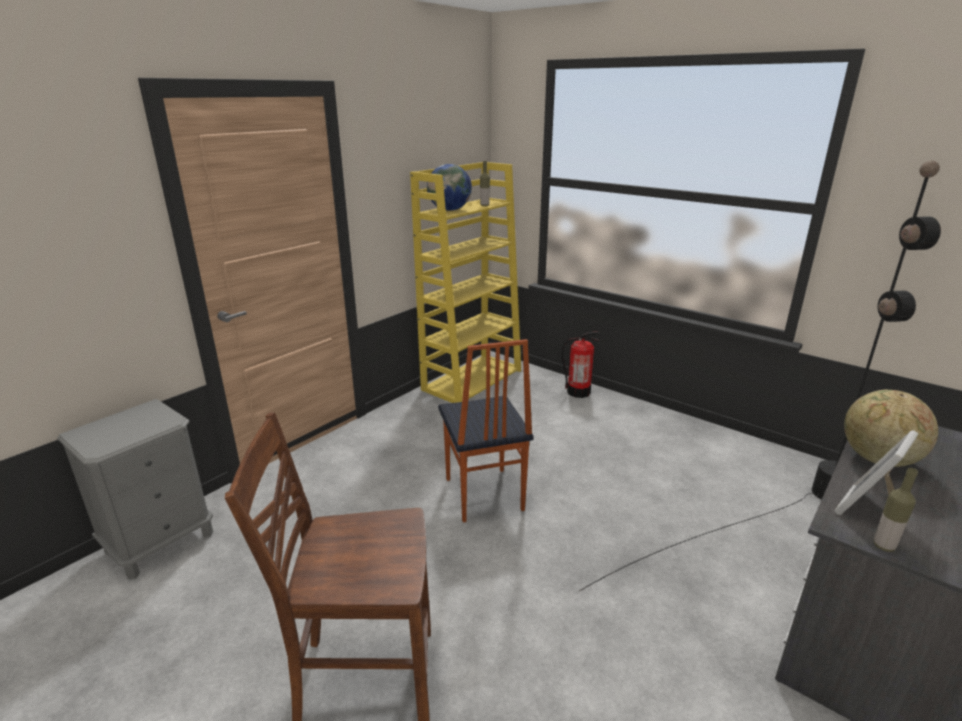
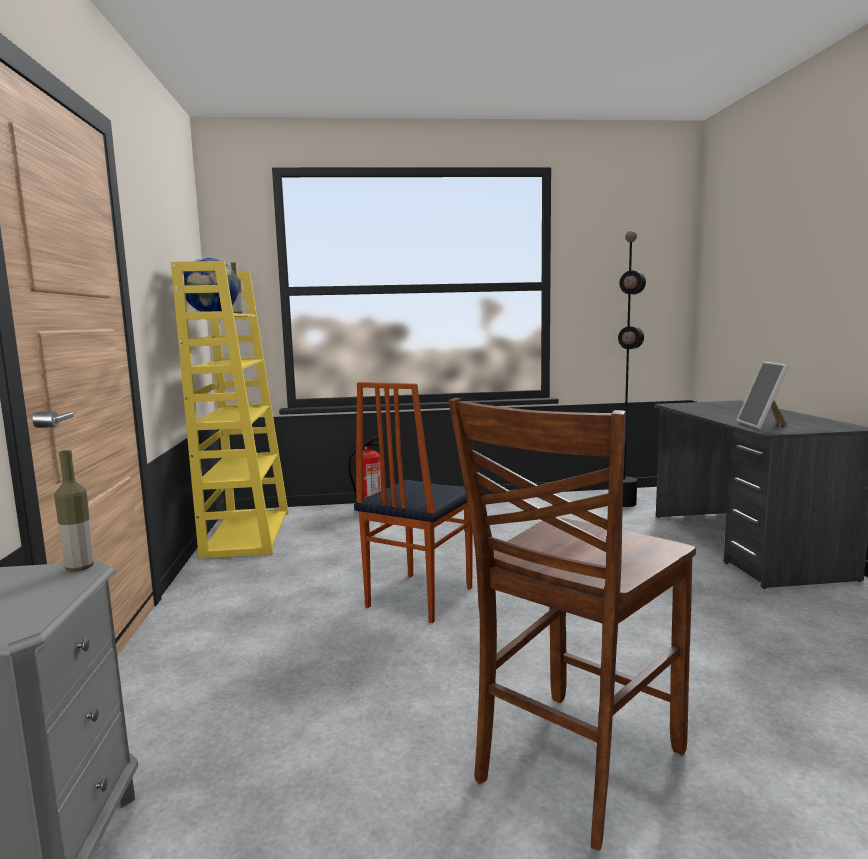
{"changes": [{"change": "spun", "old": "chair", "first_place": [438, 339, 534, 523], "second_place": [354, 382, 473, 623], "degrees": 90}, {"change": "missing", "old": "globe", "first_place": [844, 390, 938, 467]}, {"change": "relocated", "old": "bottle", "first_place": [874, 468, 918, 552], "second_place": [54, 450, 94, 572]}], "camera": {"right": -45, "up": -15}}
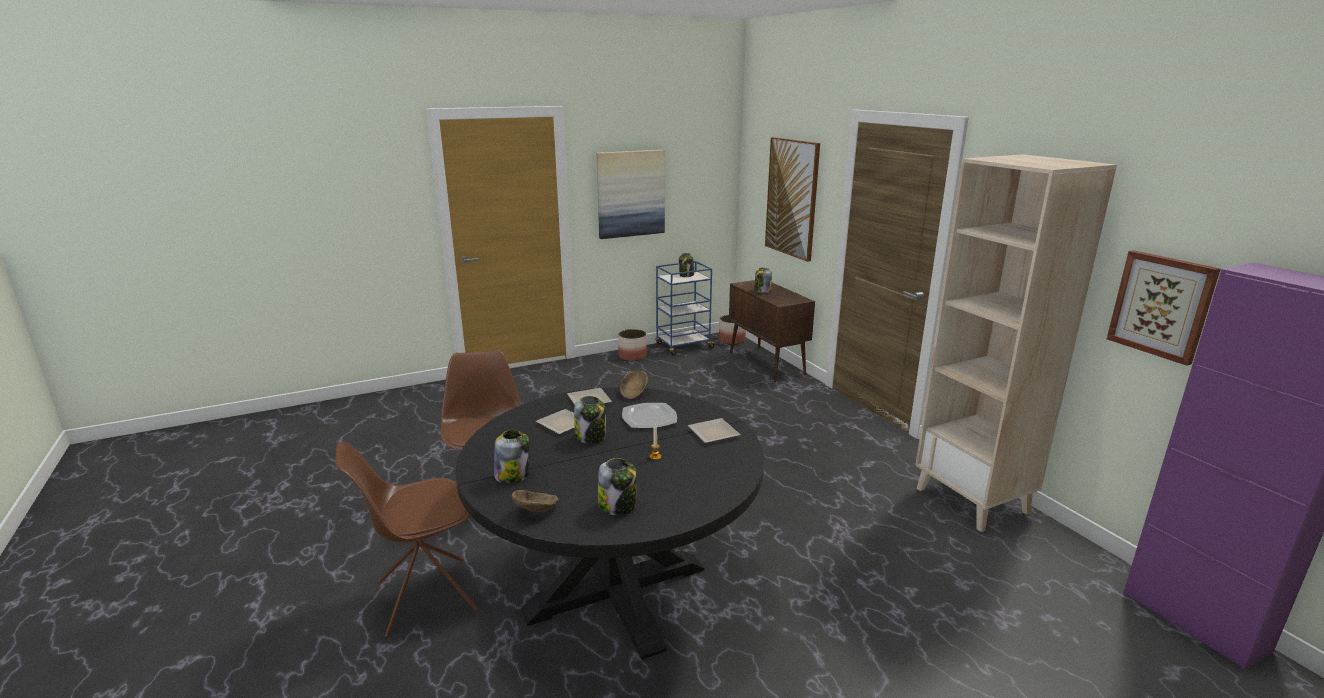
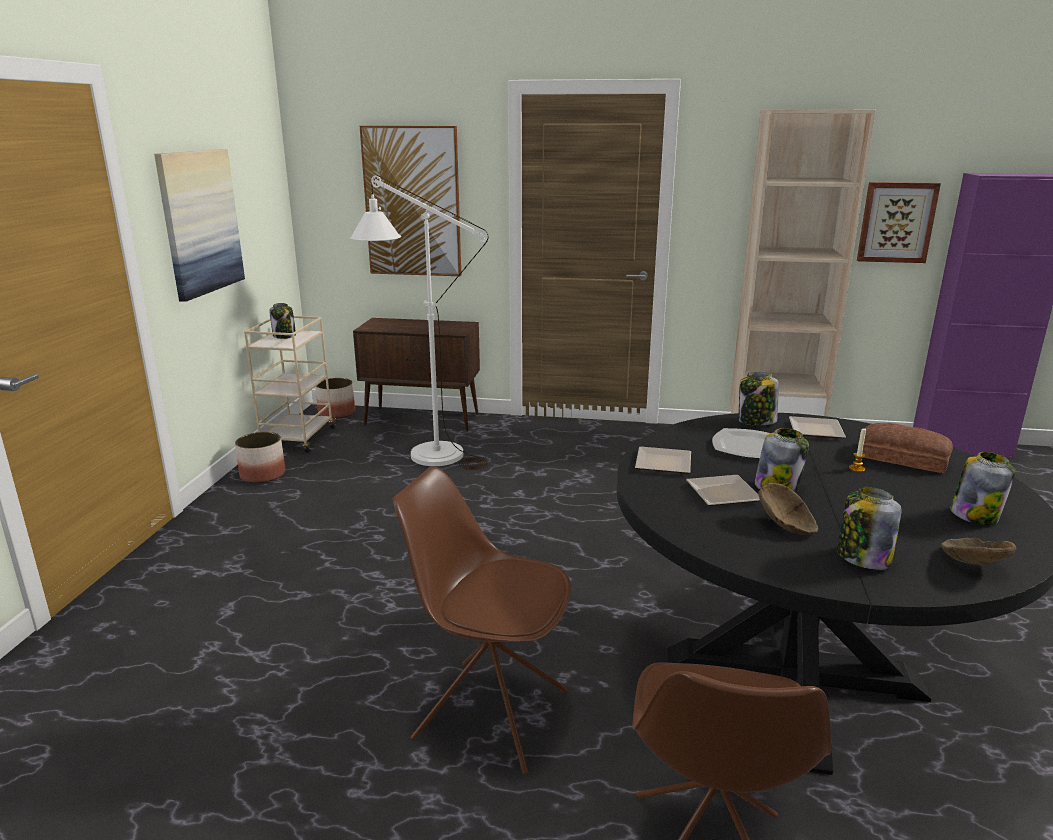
{"changes": [{"change": "colour", "old": "blue cart", "new": "beige cart", "first_place": [655, 261, 716, 355], "second_place": [244, 316, 337, 453]}, {"change": "relocated", "old": "jar", "first_place": [755, 268, 772, 293], "second_place": [739, 372, 779, 426]}, {"change": "relocated", "old": "brown bowl", "first_place": [620, 370, 648, 400], "second_place": [758, 483, 818, 535]}, {"change": "appeared", "new": "white floor lamp", "second_place": [350, 175, 489, 470]}, {"change": "appeared", "new": "bread", "second_place": [862, 423, 953, 473]}], "camera": {"right": -55, "up": 0}}
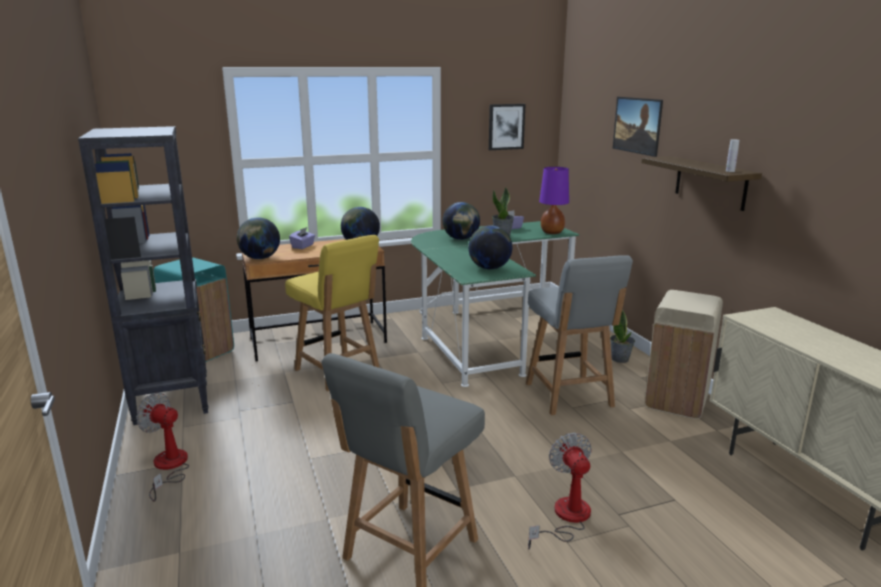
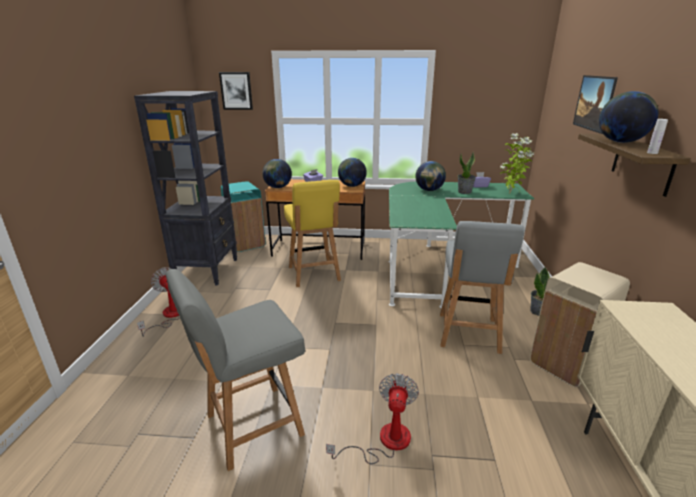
{"changes": [{"change": "relocated", "old": "picture", "first_place": [489, 104, 526, 150], "second_place": [219, 72, 253, 110]}, {"change": "exchanged", "old": "purple table lamp", "new": "potted plant", "first_place": [539, 167, 569, 234], "second_place": [500, 133, 534, 194]}, {"change": "relocated", "old": "globe", "first_place": [468, 225, 512, 269], "second_place": [599, 91, 658, 143]}], "camera": {"right": 25, "up": 5}}
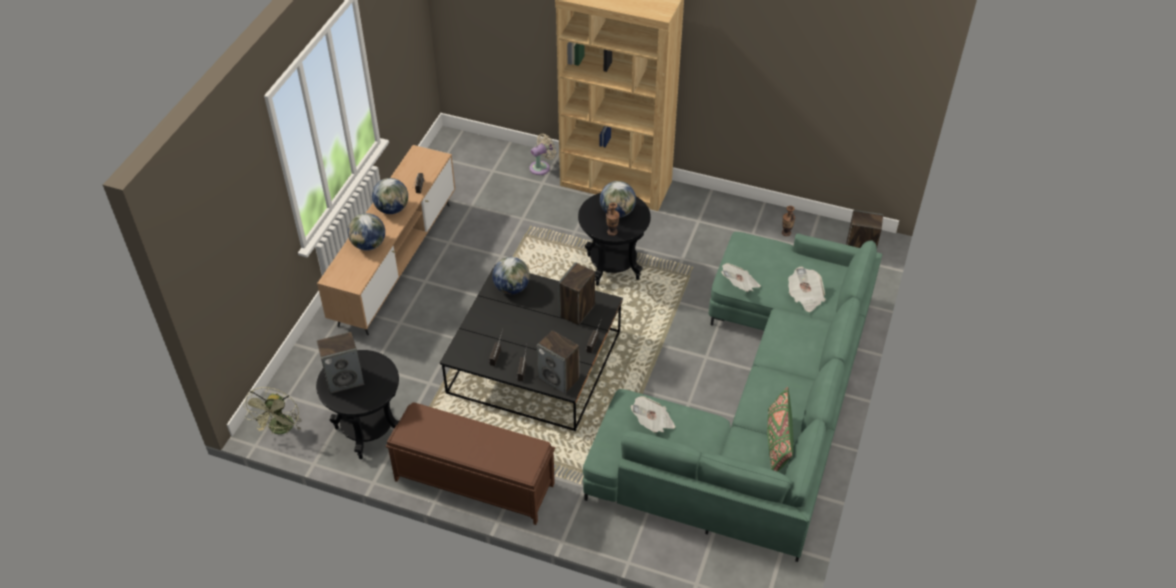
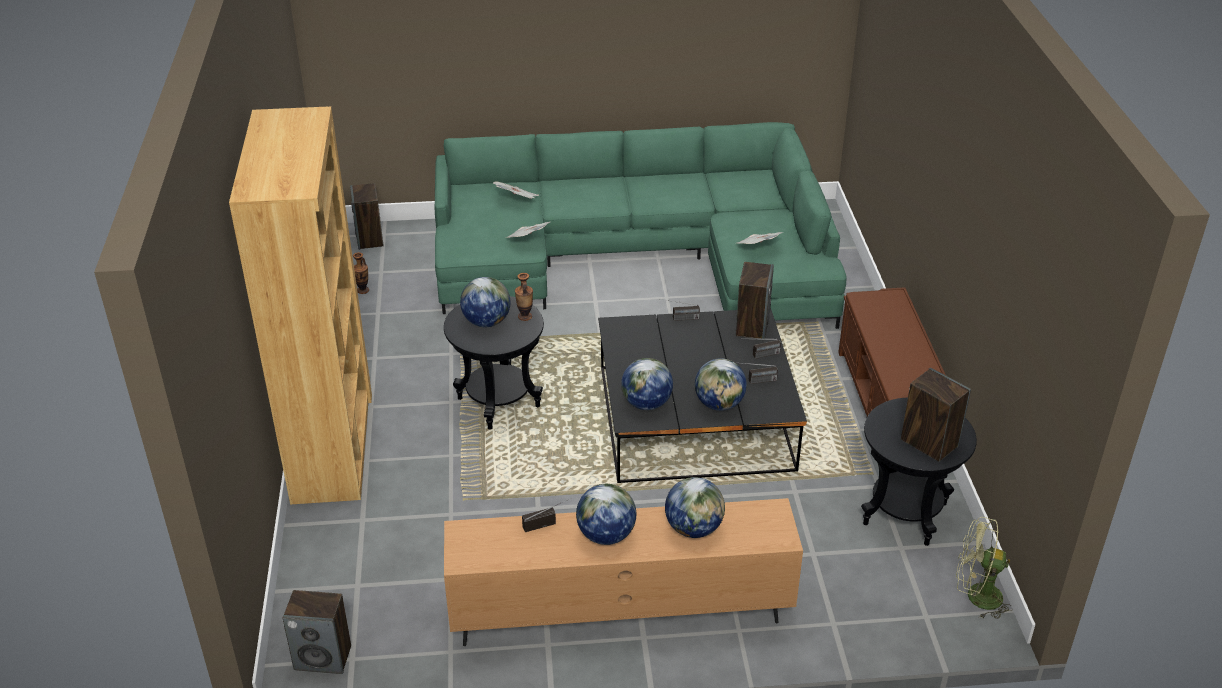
{"changes": [{"change": "missing", "old": "beige fan", "first_place": [530, 134, 556, 175]}, {"change": "relocated", "old": "speaker", "first_place": [558, 262, 595, 325], "second_place": [282, 590, 351, 674]}, {"change": "spun", "old": "green fan", "first_place": [243, 387, 302, 434], "second_place": [956, 517, 1013, 619], "degrees": -150}, {"change": "missing", "old": "green pillow", "first_place": [767, 387, 794, 472]}, {"change": "appeared", "new": "globe", "second_place": [695, 358, 747, 411]}], "camera": {"right": -115, "up": -10}}
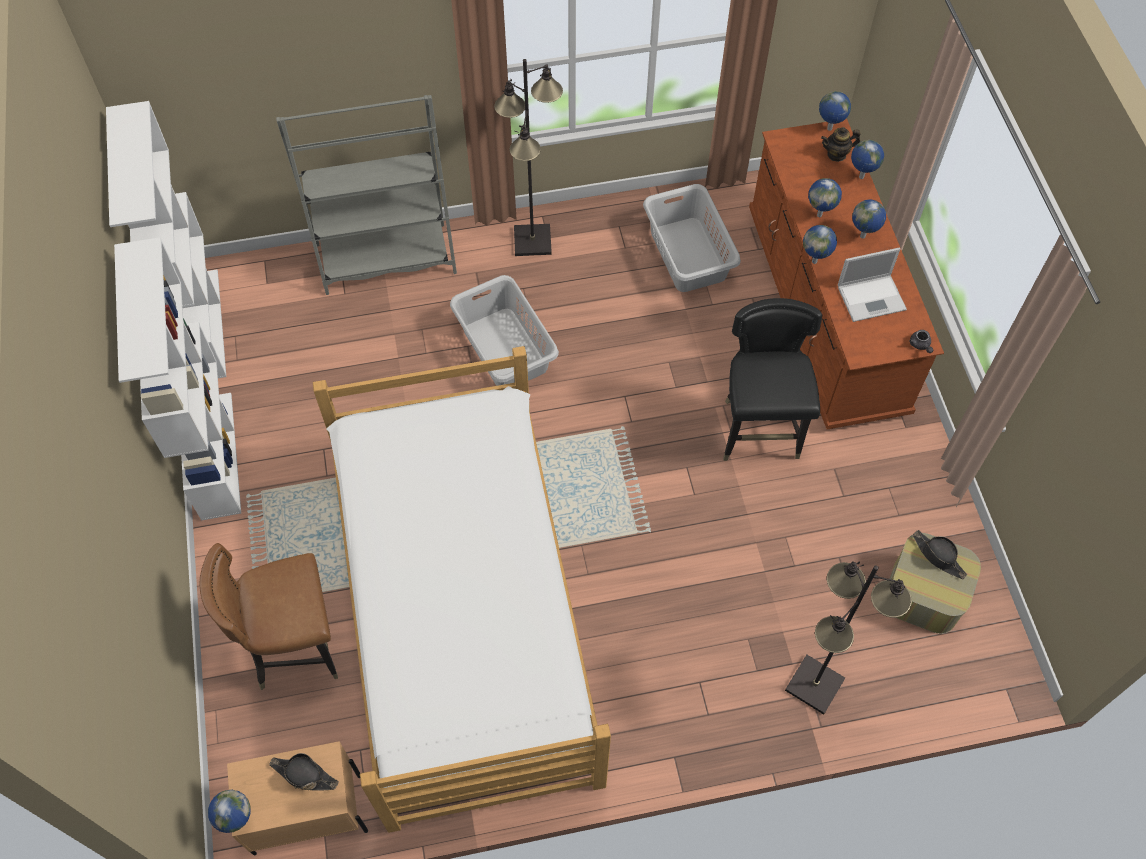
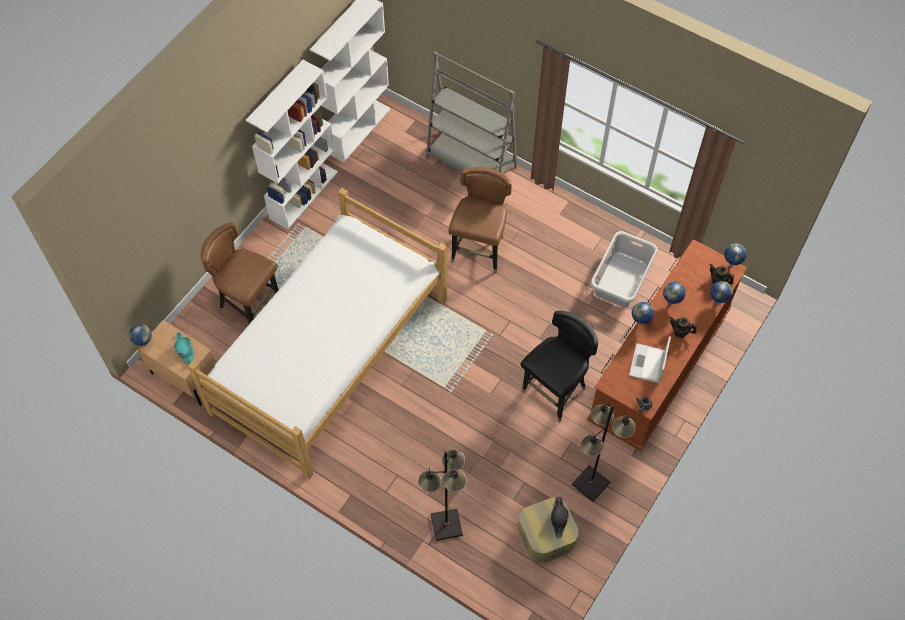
{"changes": [{"change": "relocated", "old": "black floor lamp", "first_place": [494, 59, 563, 256], "second_place": [572, 403, 636, 502]}, {"change": "exchanged", "old": "globe", "new": "teapot", "first_place": [852, 200, 886, 238], "second_place": [670, 317, 697, 338]}, {"change": "spun", "old": "laptop", "first_place": [838, 248, 907, 322], "second_place": [629, 336, 671, 383], "degrees": 75}, {"change": "exchanged", "old": "grey laundry basket", "new": "brown chair", "first_place": [450, 275, 559, 386], "second_place": [448, 167, 512, 273]}, {"change": "colour", "old": "black hat", "new": "turquoise hat", "first_place": [269, 753, 339, 790], "second_place": [174, 333, 193, 365]}], "camera": {"right": 45, "up": 0}}
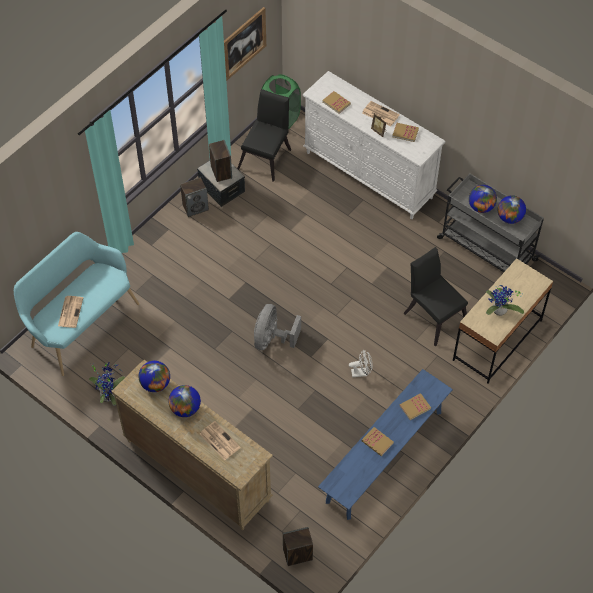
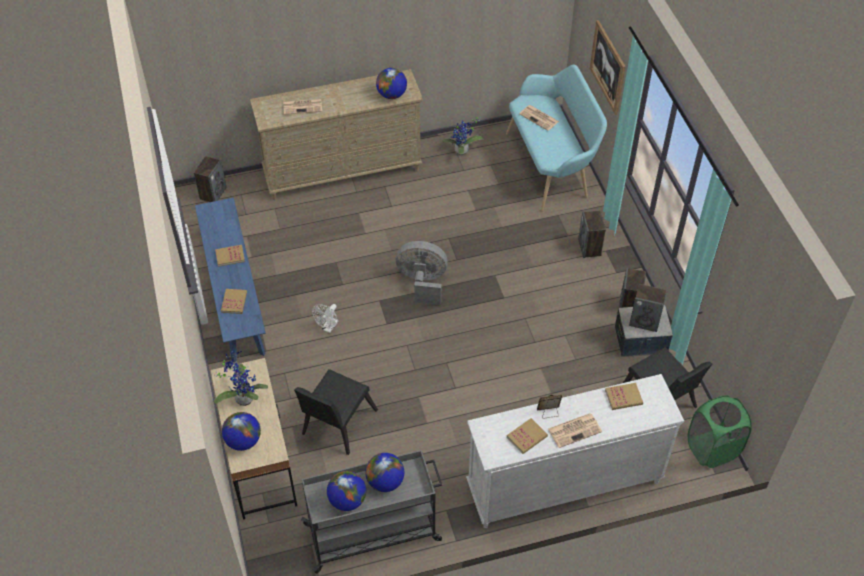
{"changes": [{"change": "relocated", "old": "picture", "first_place": [224, 7, 266, 81], "second_place": [590, 20, 626, 115]}, {"change": "spun", "old": "black chair", "first_place": [404, 247, 468, 347], "second_place": [294, 369, 378, 455], "degrees": 120}, {"change": "spun", "old": "grey fan", "first_place": [254, 304, 301, 350], "second_place": [395, 241, 448, 305], "degrees": -45}, {"change": "relocated", "old": "globe", "first_place": [168, 385, 201, 417], "second_place": [222, 412, 261, 451]}, {"change": "appeared", "new": "speaker", "second_place": [578, 211, 606, 258]}], "camera": {"right": 125, "up": -5}}
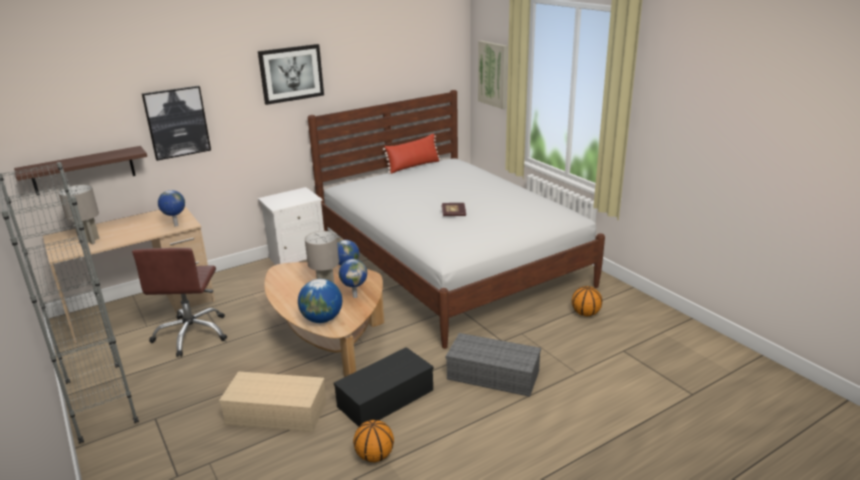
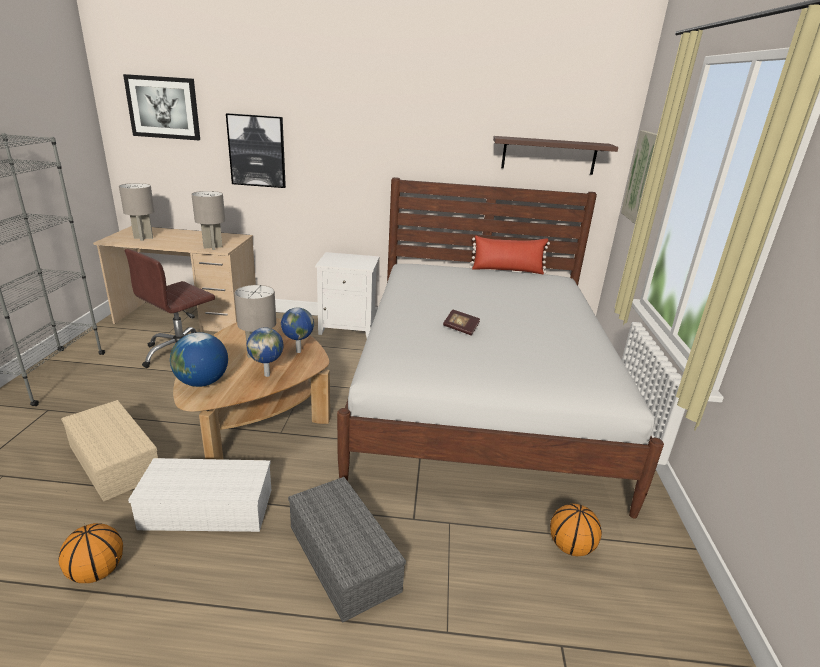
{"changes": [{"change": "relocated", "old": "picture", "first_place": [258, 44, 324, 105], "second_place": [123, 74, 200, 140]}, {"change": "relocated", "old": "shelf", "first_place": [14, 146, 147, 195], "second_place": [493, 136, 618, 175]}, {"change": "exchanged", "old": "globe", "new": "grey table lamp", "first_place": [158, 190, 185, 226], "second_place": [191, 191, 225, 250]}, {"change": "colour", "old": "black storage box", "new": "white storage box", "first_place": [334, 347, 434, 427], "second_place": [128, 458, 271, 532]}], "camera": {"right": 35, "up": 0}}
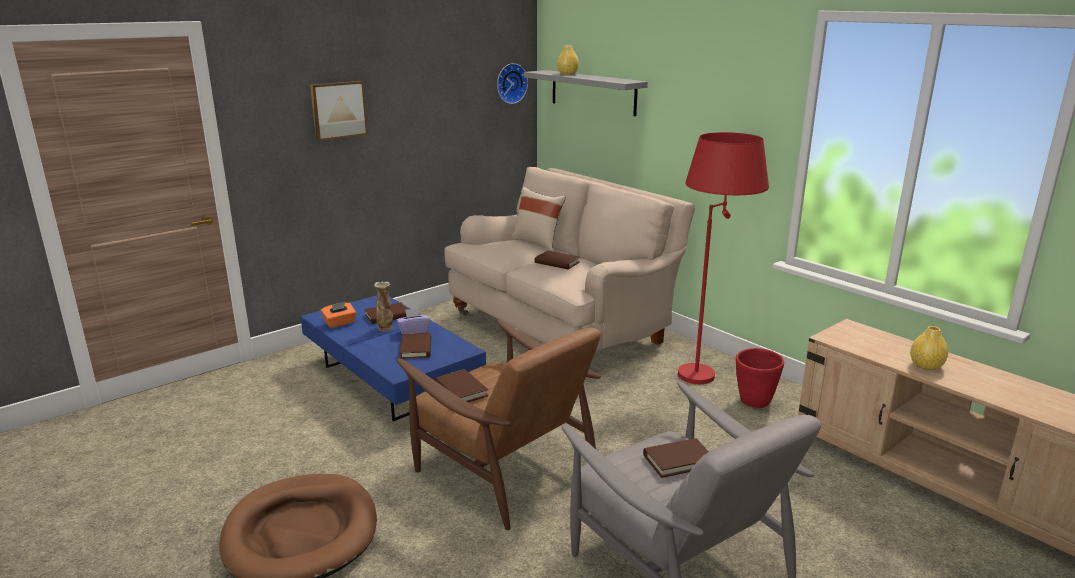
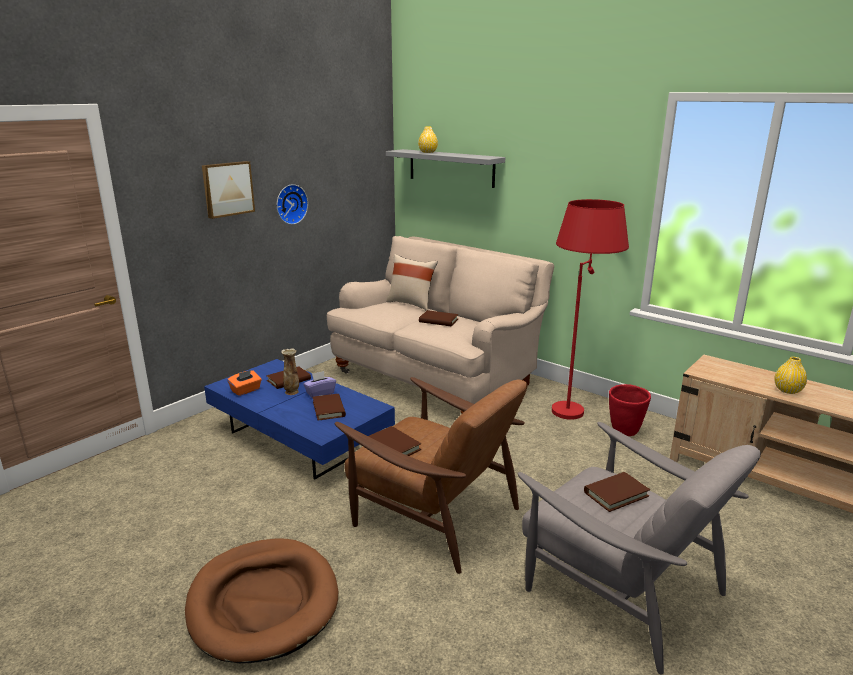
{"changes": [{"change": "relocated", "old": "wall clock", "first_place": [497, 63, 528, 104], "second_place": [277, 184, 308, 225]}], "camera": {"right": -10, "up": 0}}
